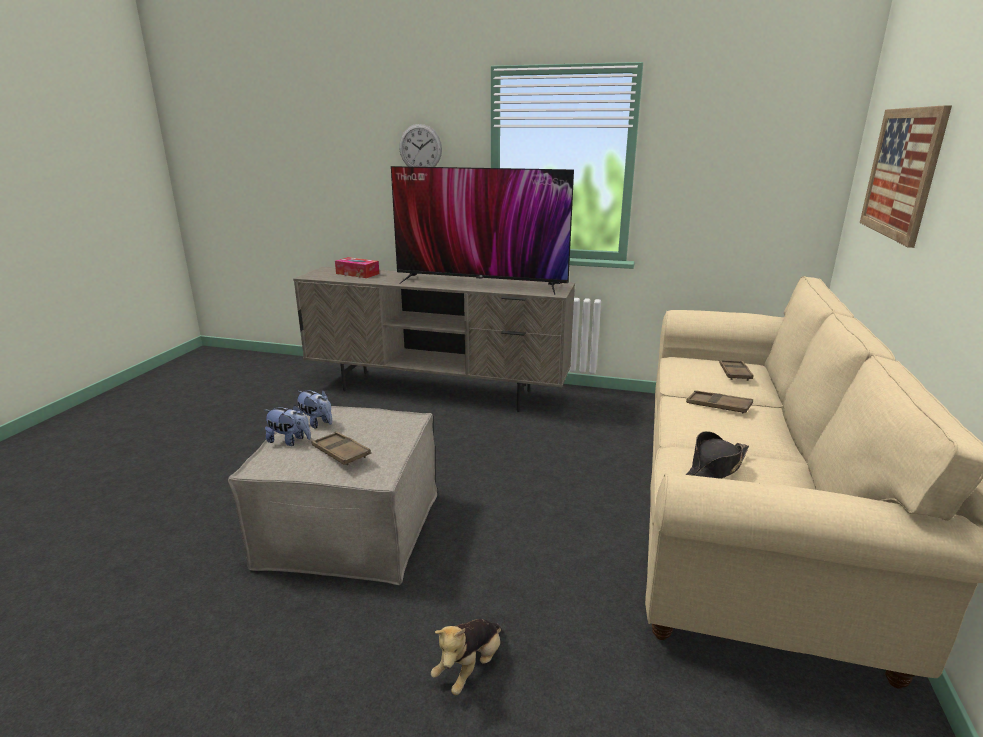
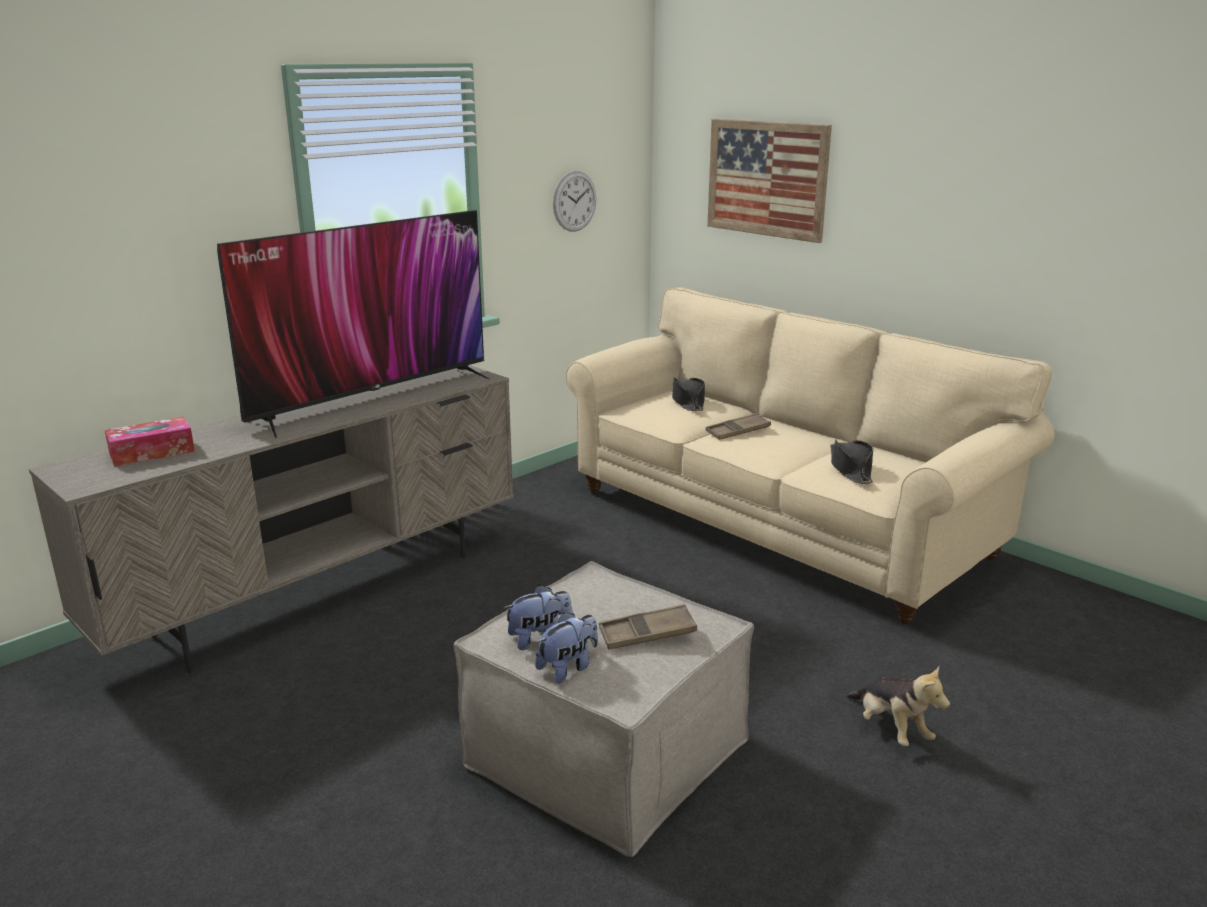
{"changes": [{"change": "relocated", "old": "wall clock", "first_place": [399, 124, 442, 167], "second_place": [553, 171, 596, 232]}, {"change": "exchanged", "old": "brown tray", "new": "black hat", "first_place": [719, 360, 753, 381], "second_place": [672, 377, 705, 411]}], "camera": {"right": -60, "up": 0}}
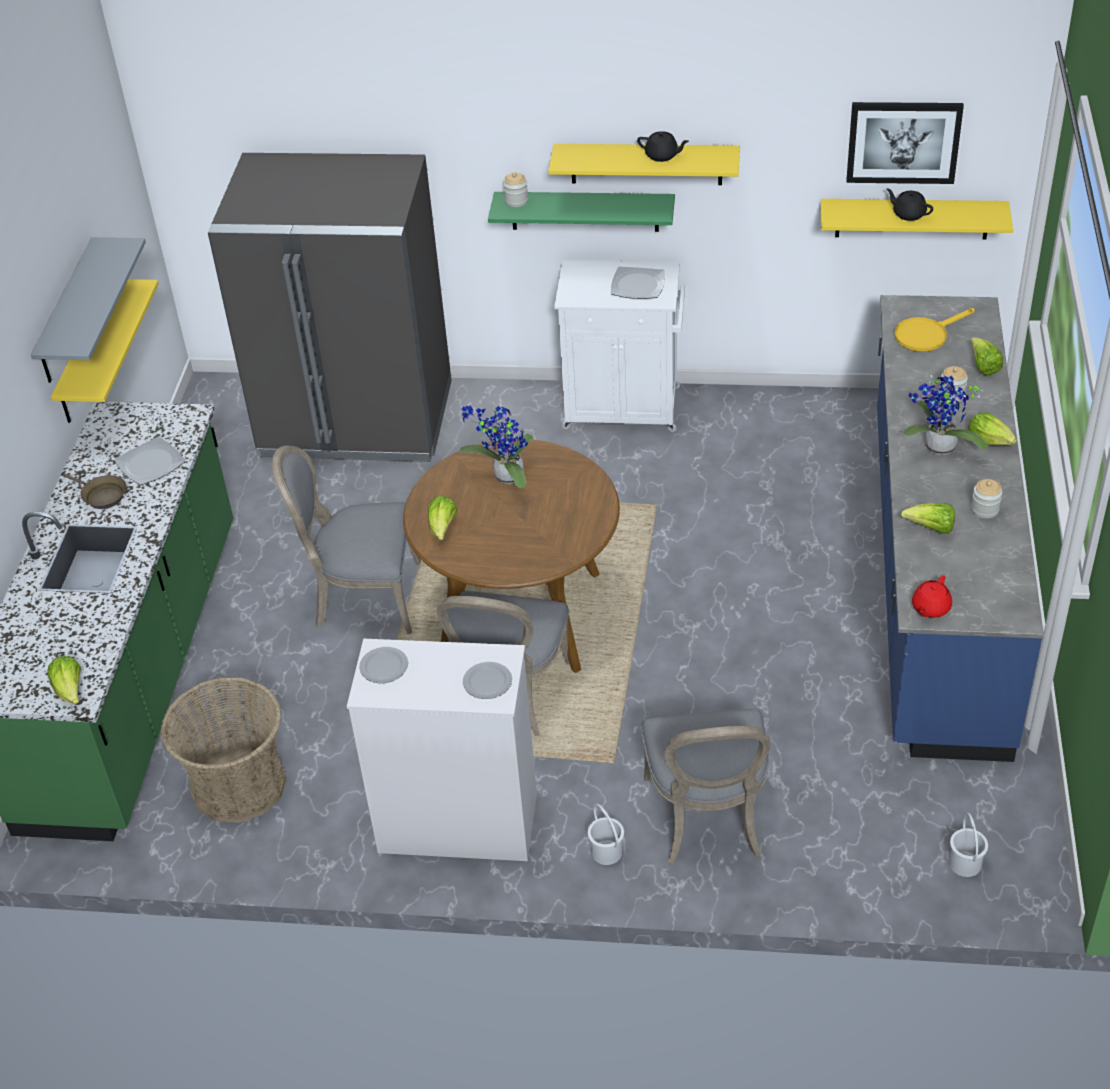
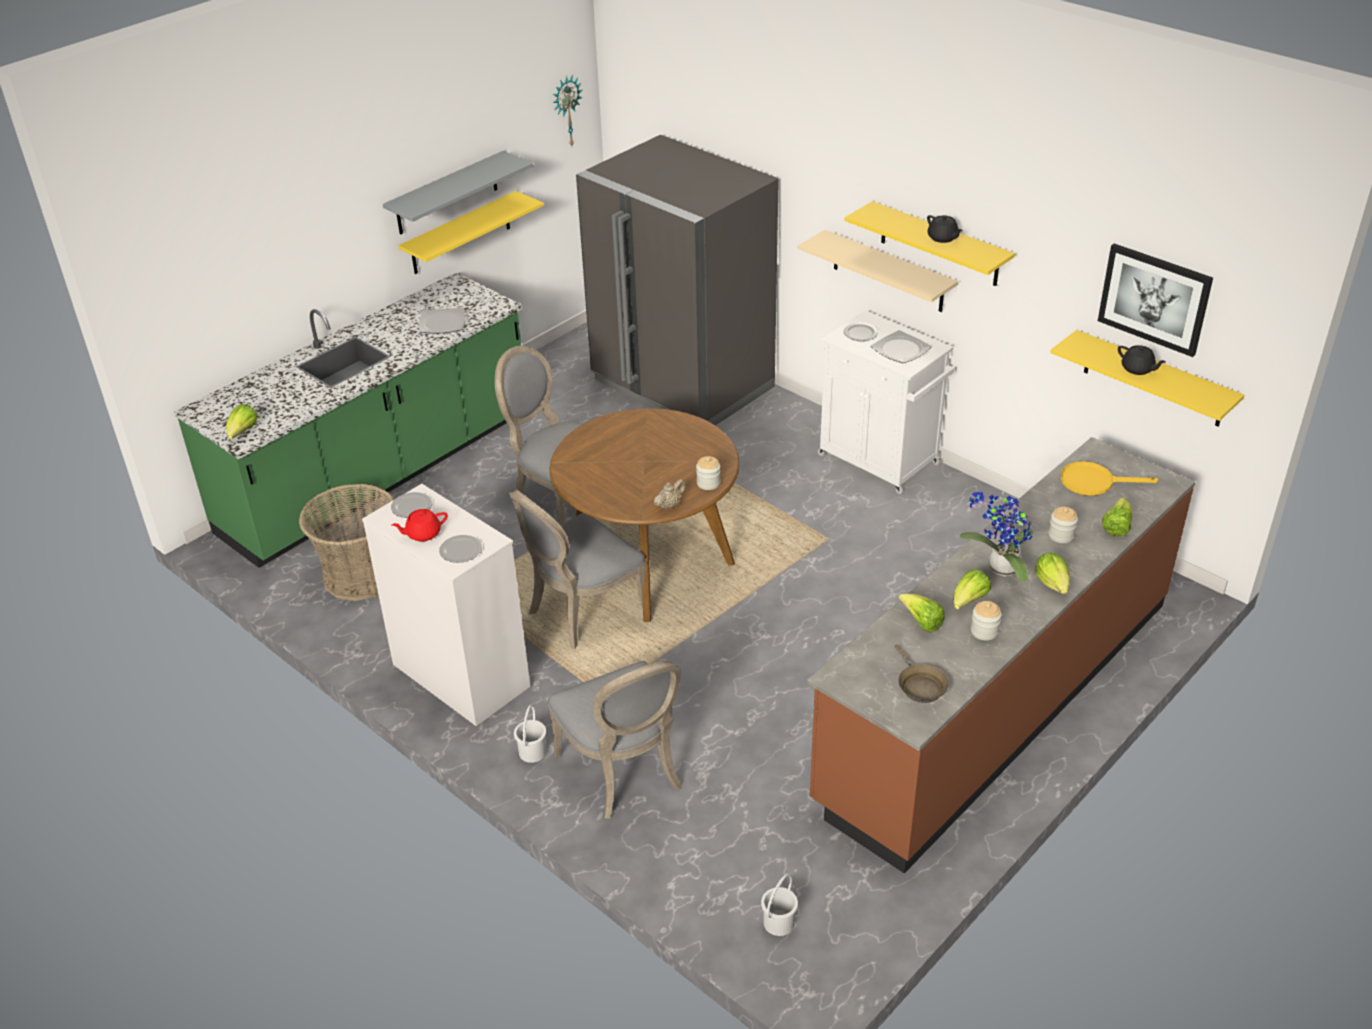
{"changes": [{"change": "relocated", "old": "jar", "first_place": [503, 173, 528, 207], "second_place": [696, 456, 720, 490]}, {"change": "spun", "old": "black teapot", "first_place": [886, 189, 933, 221], "second_place": [1118, 345, 1166, 375], "degrees": 150}, {"change": "colour", "old": "green shelf", "new": "beige shelf", "first_place": [488, 192, 675, 232], "second_place": [798, 230, 958, 312]}, {"change": "colour", "old": "blue counter", "new": "brown counter", "first_place": [877, 295, 1043, 762], "second_place": [807, 437, 1195, 873]}, {"change": "missing", "old": "potted plant", "first_place": [460, 402, 533, 488]}, {"change": "relocated", "old": "brown frying pan", "first_place": [64, 474, 127, 509], "second_place": [895, 644, 949, 703]}, {"change": "relocated", "old": "lettuce", "first_place": [428, 496, 457, 540], "second_place": [953, 570, 991, 610]}, {"change": "relocated", "old": "red teapot", "first_place": [912, 575, 952, 618], "second_place": [392, 509, 448, 542]}, {"change": "spun", "old": "grey chair", "first_place": [641, 709, 771, 864], "second_place": [547, 660, 682, 819], "degrees": -60}, {"change": "appeared", "new": "wall clock", "second_place": [553, 75, 583, 146]}, {"change": "appeared", "new": "plate", "second_place": [844, 323, 878, 341]}, {"change": "appeared", "new": "beige teapot", "second_place": [654, 479, 686, 509]}], "camera": {"right": 35, "up": -5}}
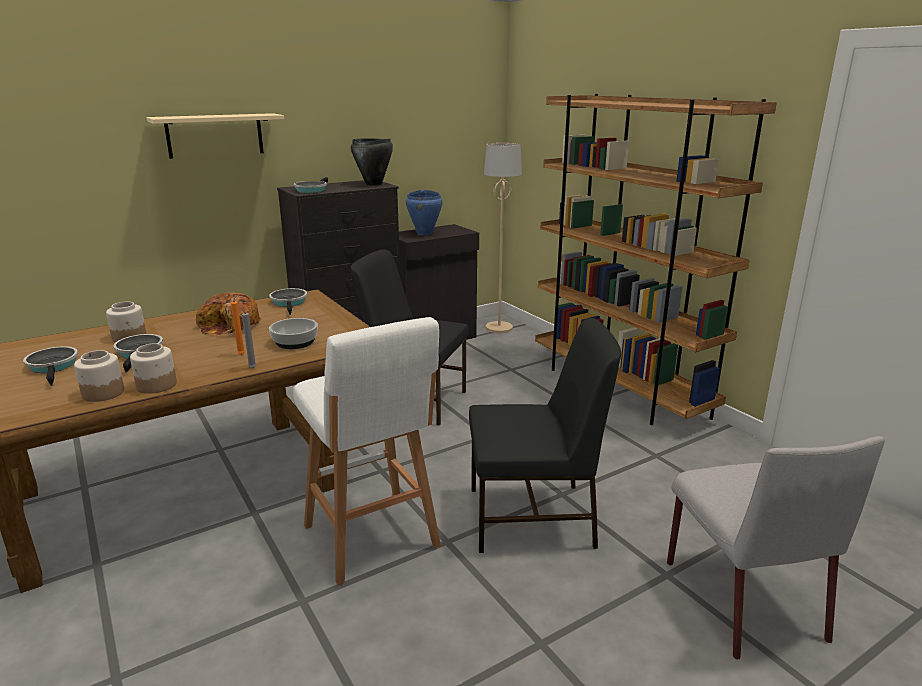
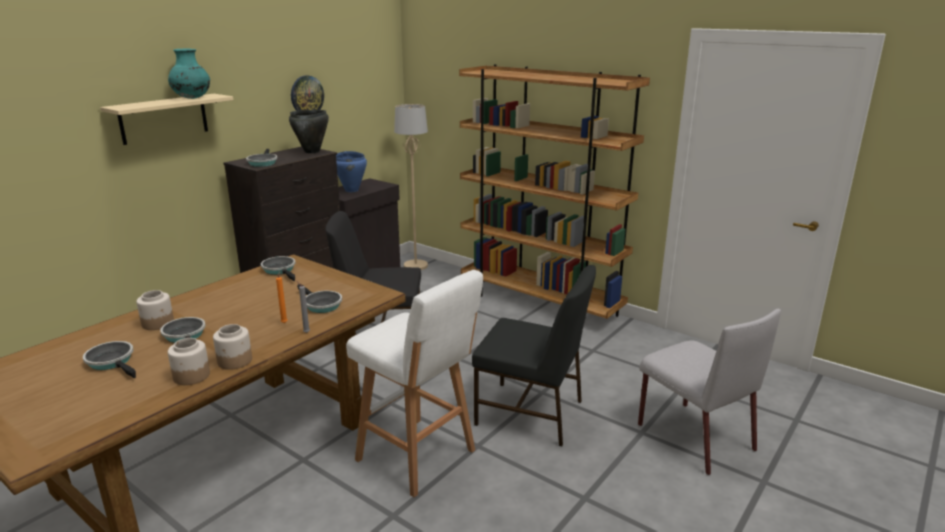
{"changes": [{"change": "missing", "old": "bread", "first_place": [196, 293, 261, 336]}, {"change": "exchanged", "old": "bowl", "new": "frying pan", "first_place": [269, 318, 318, 349], "second_place": [297, 284, 342, 313]}, {"change": "spun", "old": "black chair", "first_place": [469, 318, 621, 553], "second_place": [472, 265, 596, 446], "degrees": 45}, {"change": "appeared", "new": "turquoise vase", "second_place": [168, 49, 210, 99]}, {"change": "appeared", "new": "wall clock", "second_place": [291, 75, 324, 111]}], "camera": {"right": -20, "up": 0}}
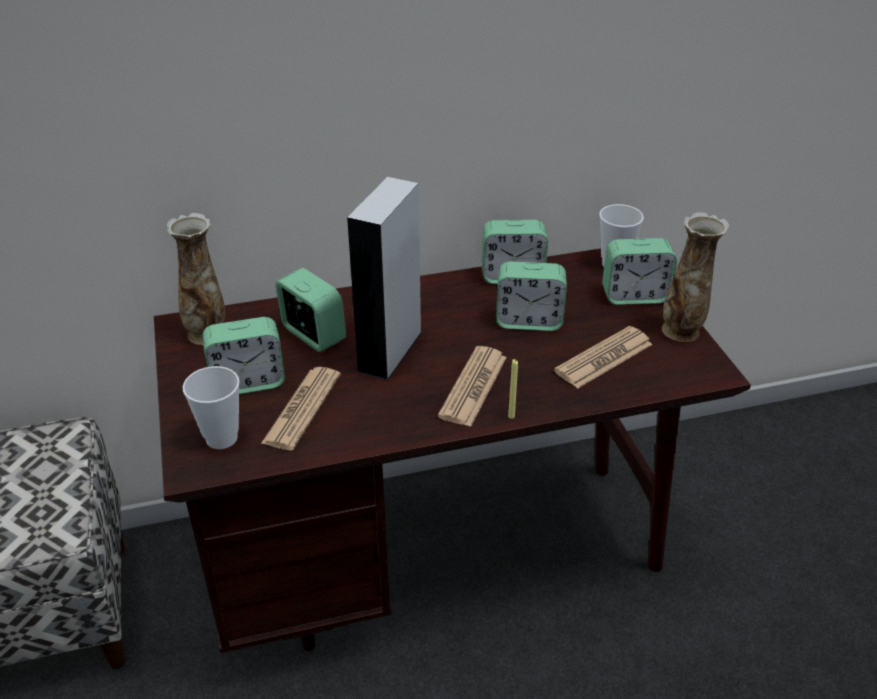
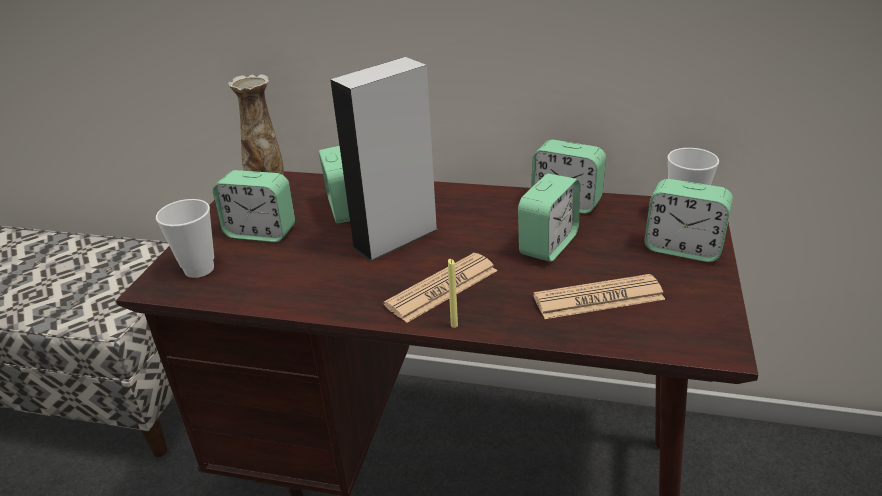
{"changes": [{"change": "missing", "old": "vase", "first_place": [662, 212, 729, 342]}, {"change": "spun", "old": "alarm clock", "first_place": [496, 261, 567, 331], "second_place": [518, 173, 580, 262], "degrees": -90}, {"change": "missing", "old": "newspaper", "first_place": [261, 367, 341, 450]}], "camera": {"right": 30, "up": -5}}
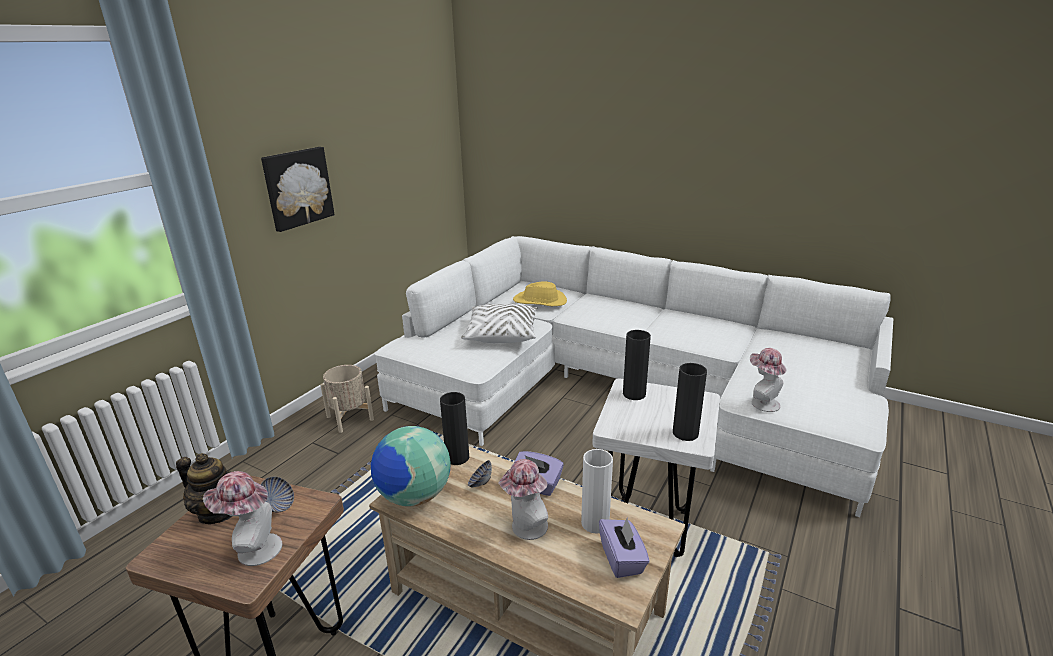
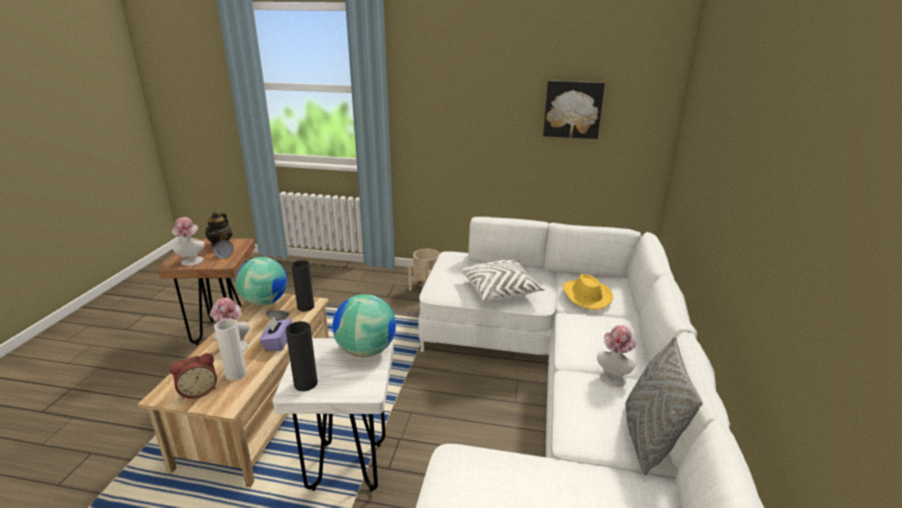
{"changes": [{"change": "relocated", "old": "picture", "first_place": [261, 147, 335, 232], "second_place": [543, 81, 605, 139]}, {"change": "exchanged", "old": "black vase", "new": "globe", "first_place": [623, 330, 651, 400], "second_place": [333, 294, 396, 357]}, {"change": "relocated", "old": "hat", "first_place": [750, 348, 787, 412], "second_place": [597, 325, 637, 387]}, {"change": "exchanged", "old": "purple tissue box", "new": "alarm clock", "first_place": [599, 518, 650, 578], "second_place": [169, 353, 217, 399]}, {"change": "appeared", "new": "grey pillow", "second_place": [625, 337, 703, 476]}], "camera": {"right": 70, "up": 0}}
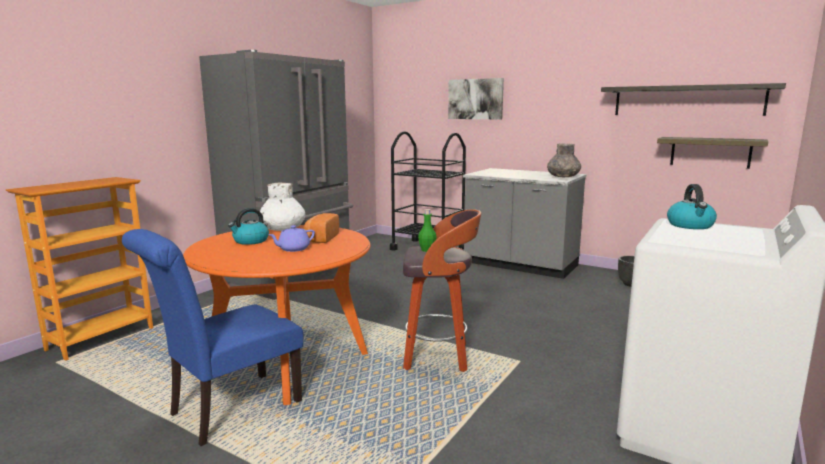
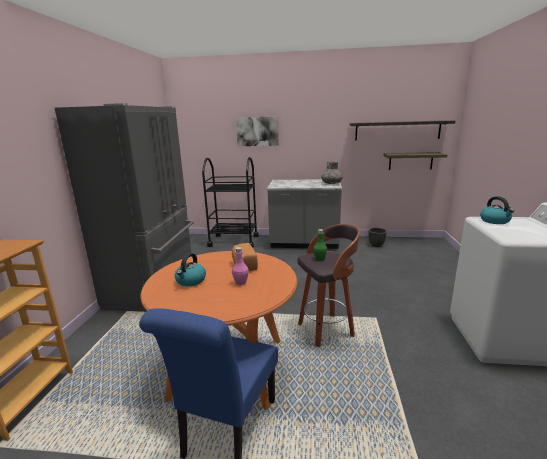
{"changes": [{"change": "missing", "old": "white vase", "first_place": [260, 182, 305, 231]}, {"change": "exchanged", "old": "purple teapot", "new": "pink bottle", "first_place": [269, 225, 315, 252], "second_place": [232, 247, 249, 285]}], "camera": {"right": -25, "up": 5}}
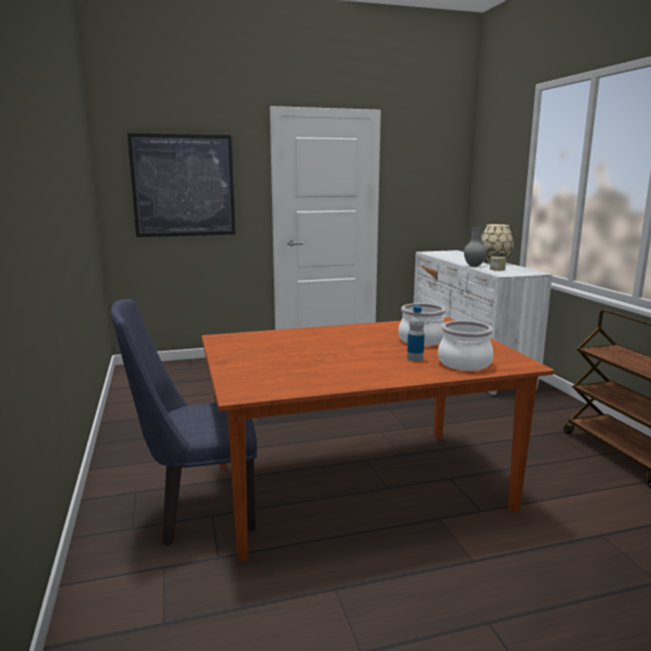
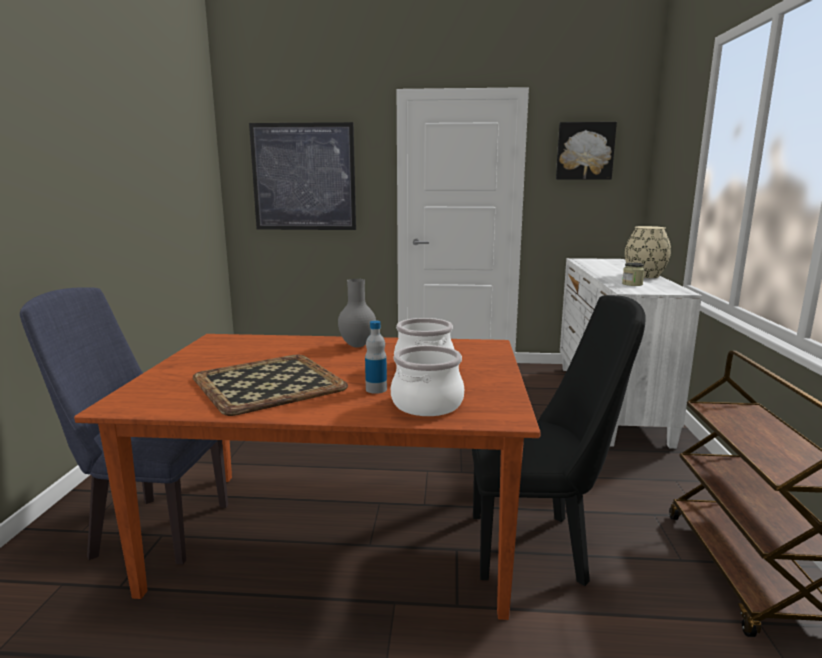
{"changes": [{"change": "relocated", "old": "grey vase", "first_place": [464, 227, 487, 267], "second_place": [338, 279, 376, 347]}, {"change": "appeared", "new": "picture", "second_place": [556, 122, 617, 179]}, {"change": "appeared", "new": "black chair", "second_place": [472, 295, 646, 586]}, {"change": "appeared", "new": "tray", "second_place": [193, 355, 348, 416]}], "camera": {"right": 20, "up": 0}}
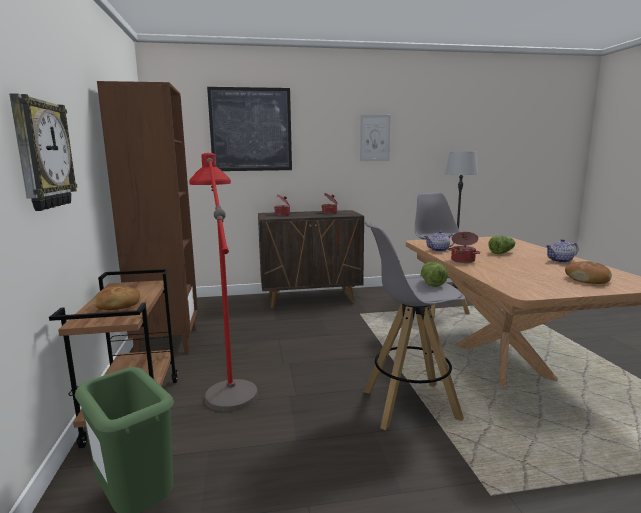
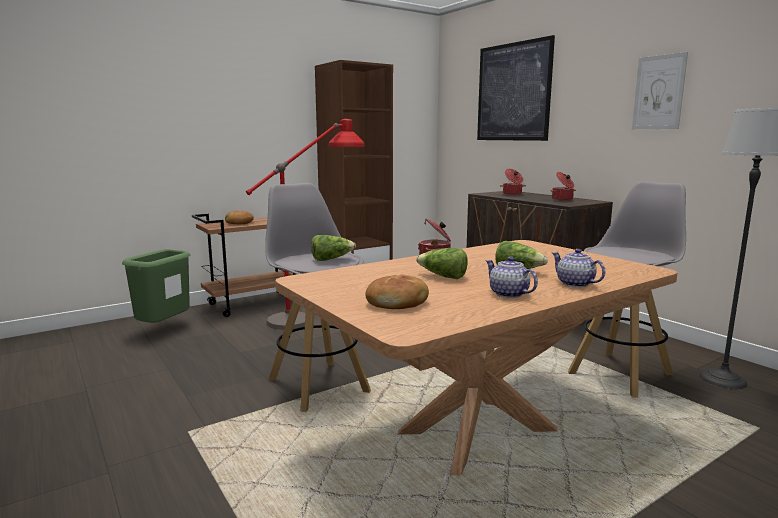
{"changes": [{"change": "missing", "old": "wall clock", "first_place": [9, 93, 78, 211]}, {"change": "relocated", "old": "teapot", "first_place": [424, 231, 454, 252], "second_place": [552, 249, 606, 287]}, {"change": "appeared", "new": "lettuce", "second_place": [416, 248, 468, 279]}], "camera": {"right": 65, "up": 0}}
